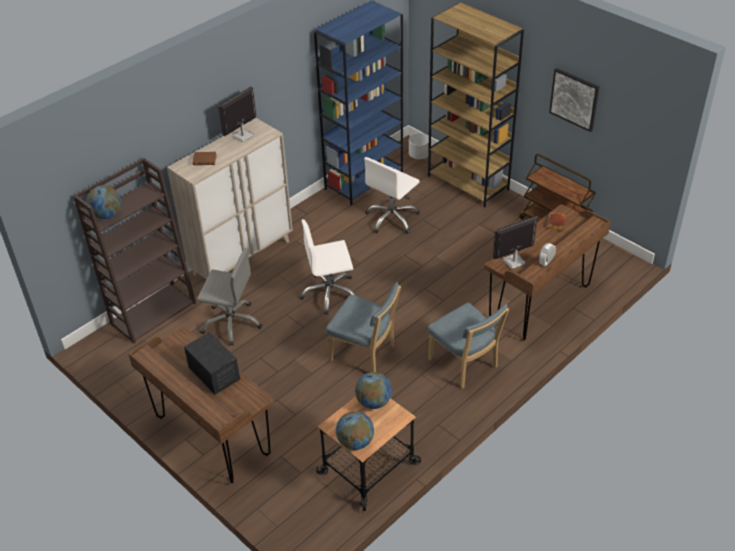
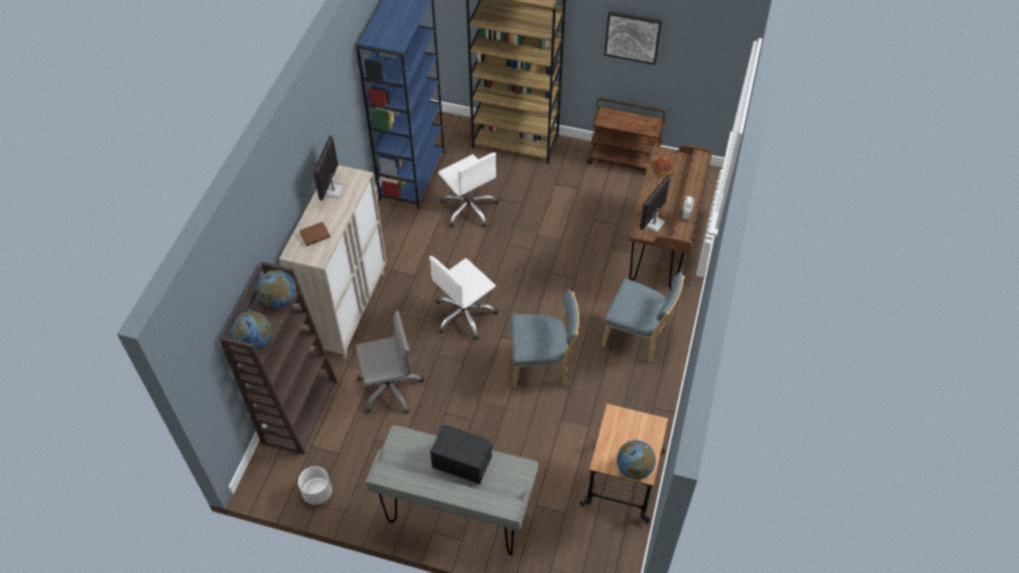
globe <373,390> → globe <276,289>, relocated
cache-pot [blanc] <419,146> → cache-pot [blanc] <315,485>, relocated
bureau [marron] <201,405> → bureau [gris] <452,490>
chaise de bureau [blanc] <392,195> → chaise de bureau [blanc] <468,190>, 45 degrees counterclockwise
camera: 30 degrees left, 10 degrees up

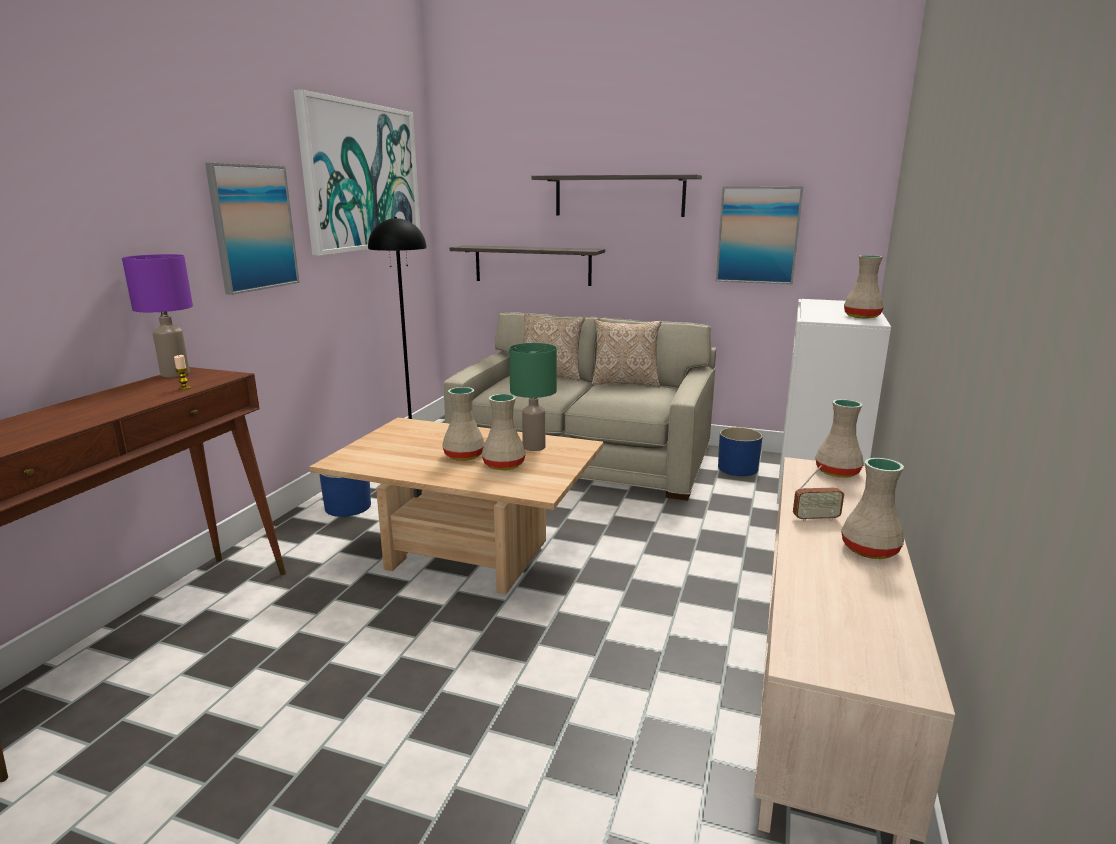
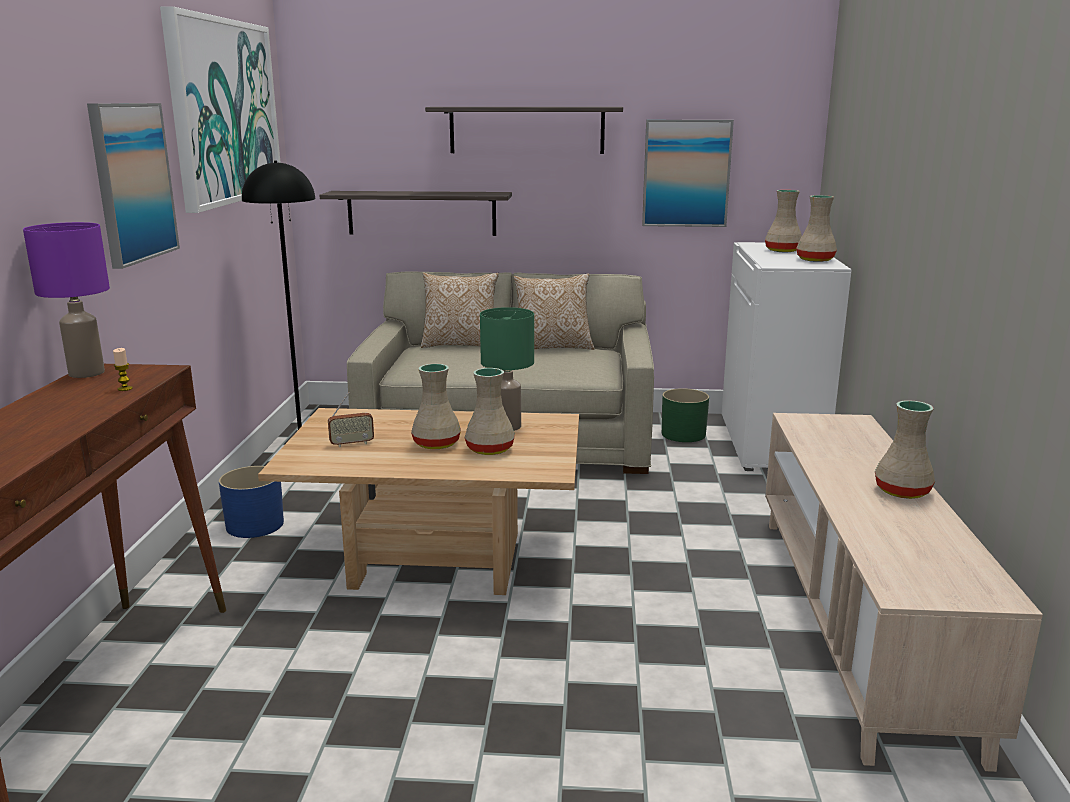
radio <818,493> → radio <351,419>, relocated
vase [beige] <839,438> → vase [beige] <783,221>, relocated
cache-pot [bleu] <740,451> → cache-pot [vert] <685,415>
camera: 15 degrees left, 0 degrees up

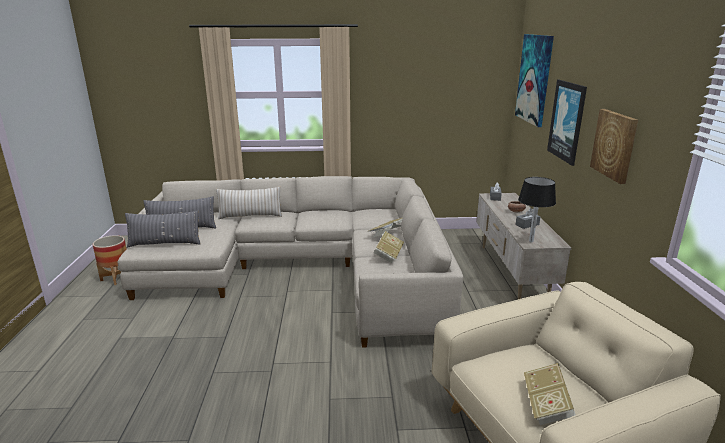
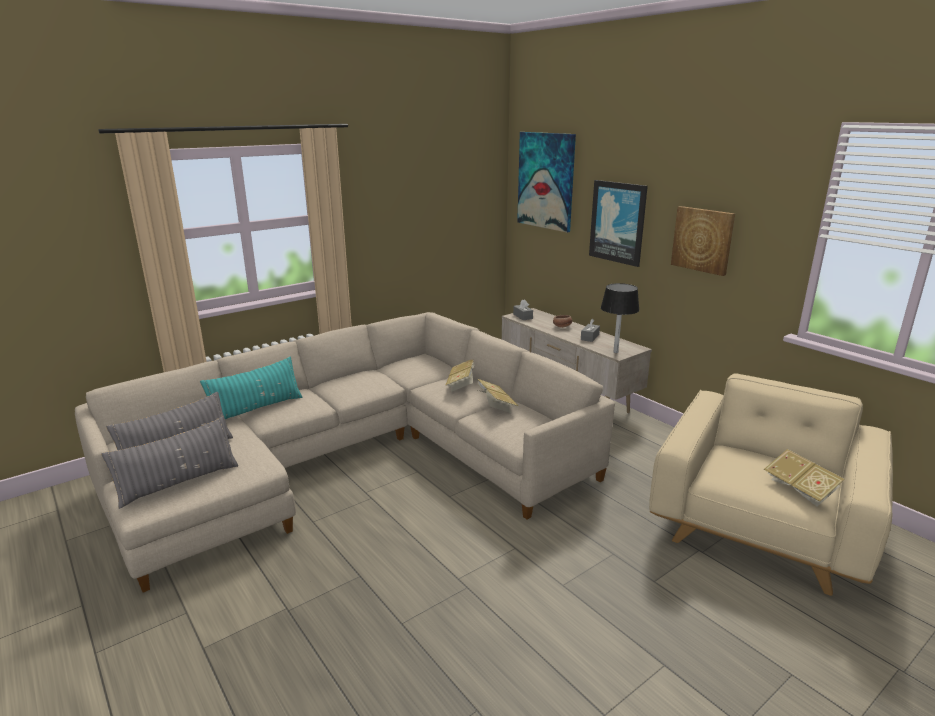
cache-pot <109,260> → -
coussin [beige] <249,203> → coussin [turquoise] <251,388>
camera: 35 degrees left, 0 degrees up

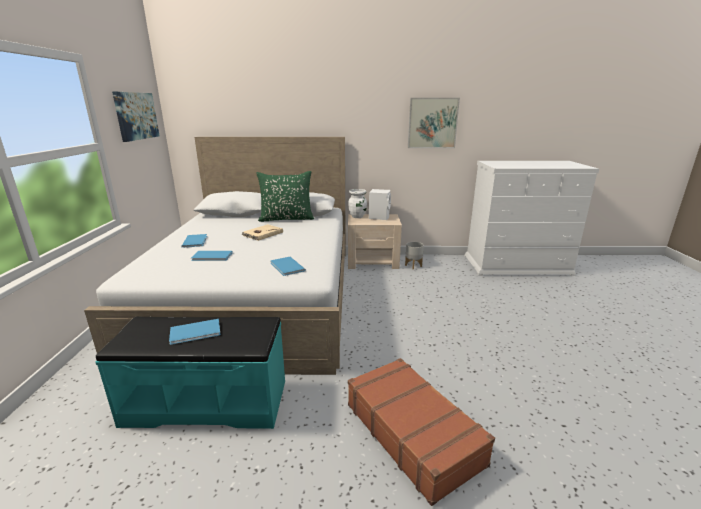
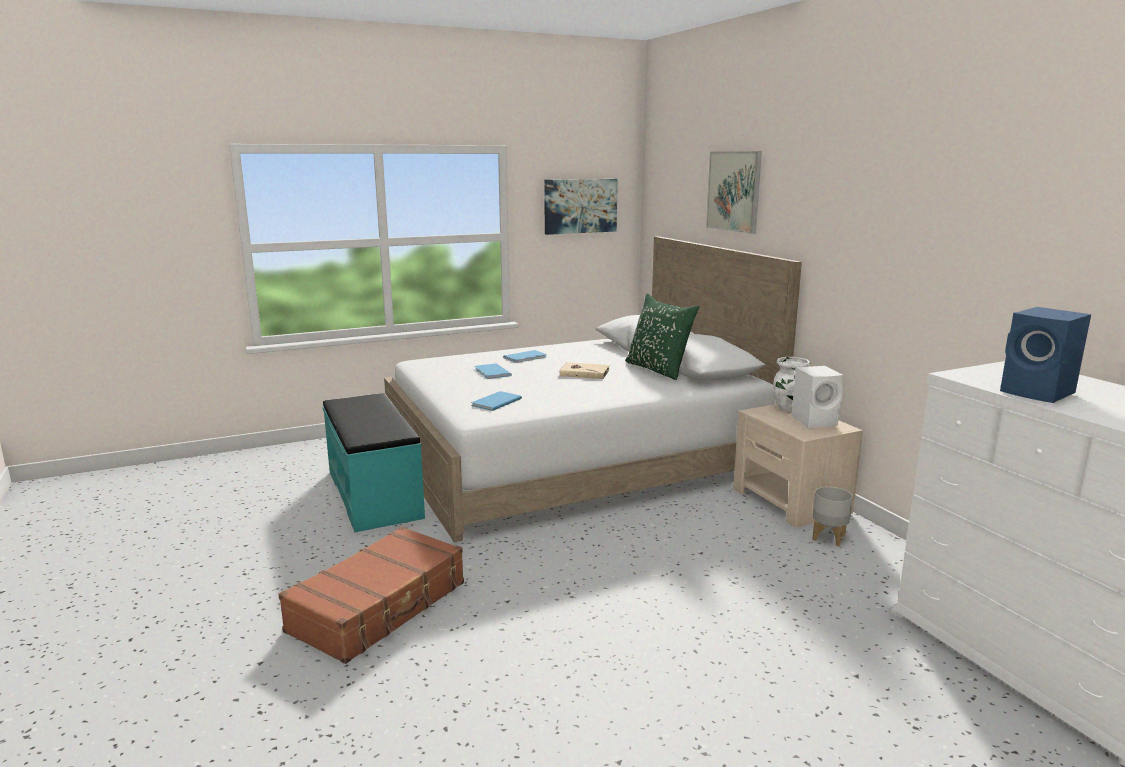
livre [bleu] <194,332> → -
- → enceinte [bleu] <1045,355>
tableau <434,123> → tableau <734,192>, relocated
camera: 65 degrees right, 5 degrees down

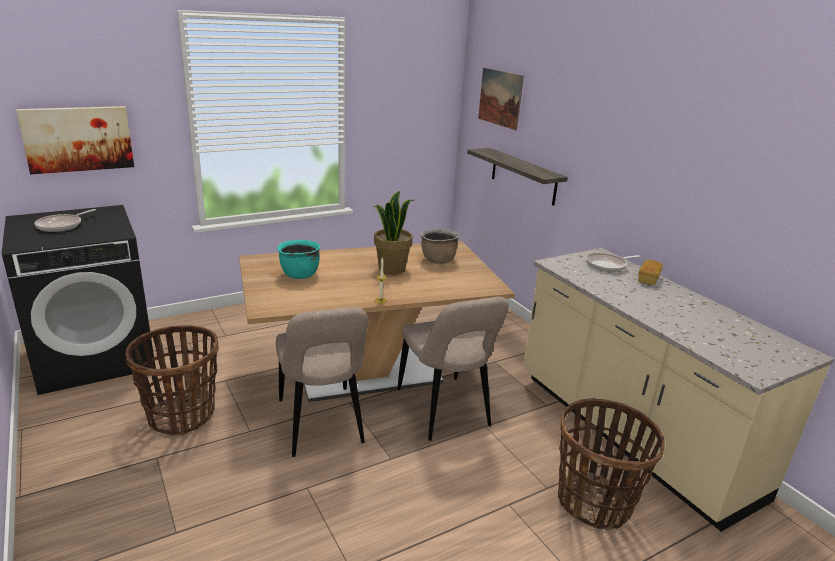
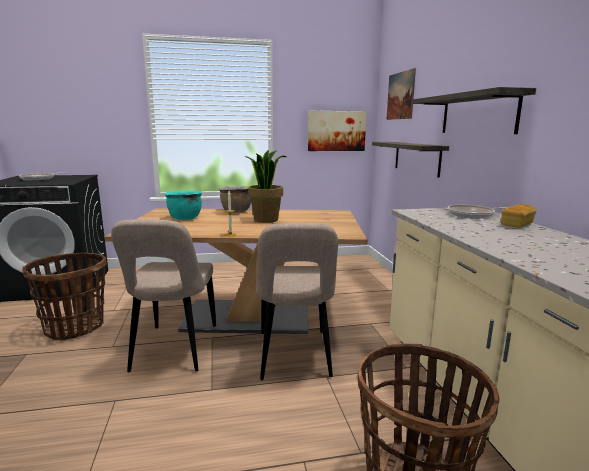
- → étagère <474,110>
tableau <75,140> → tableau <337,131>, relocated
marmite [marron] <440,246> → marmite [marron] <235,199>, relocated
camera: 20 degrees right, 10 degrees down

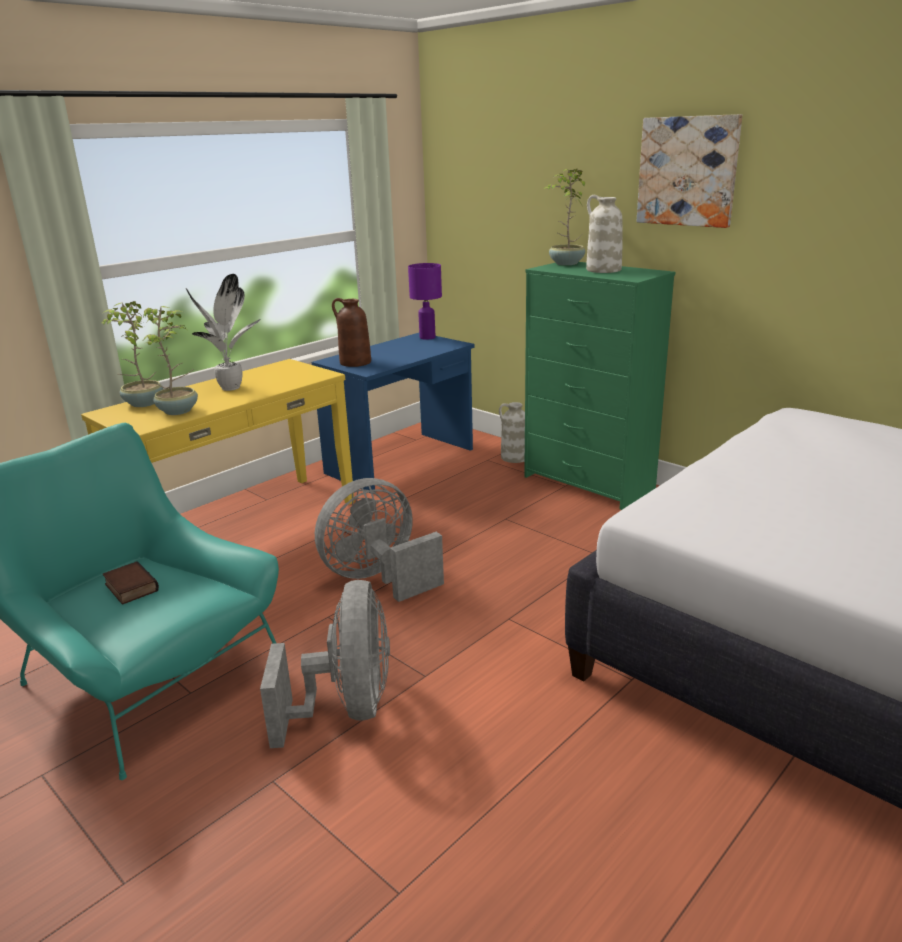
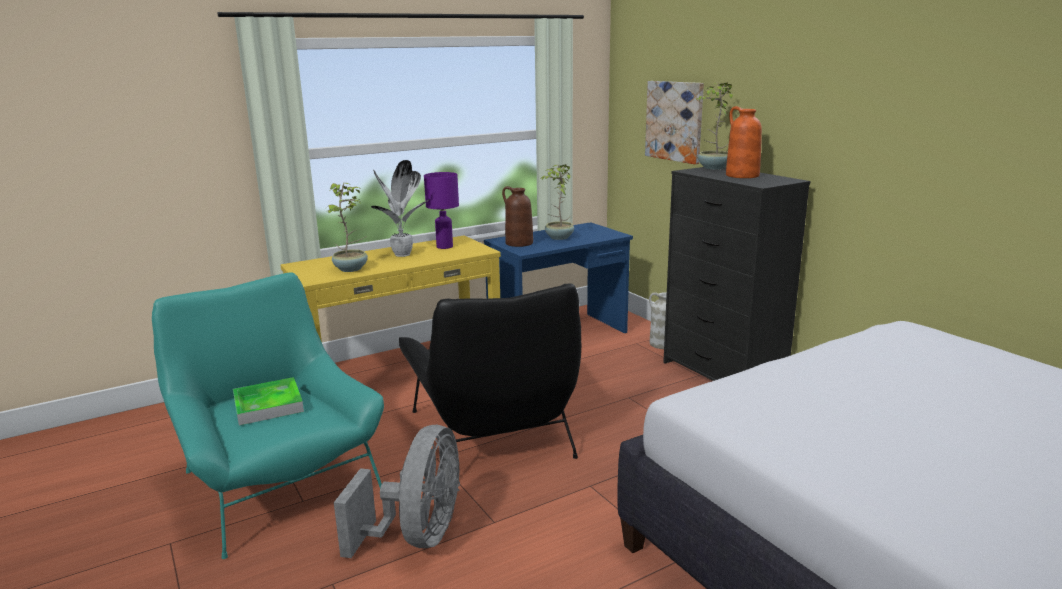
plante en pot <132,354> → plante en pot <557,202>, relocated
lampe de table [violet] <425,301> → lampe de table [violet] <441,210>, relocated
tableau <689,171> → tableau <674,122>, relocated
livre <131,583> → plateau <268,401>
ventilateur [gris] <379,540> → fauteuil [noir] <490,371>
commode [vert] <599,386> → commode [noir] <737,274>
vase [blanc] <604,234> → vase [orange] <744,142>
camera: 15 degrees right, 5 degrees down

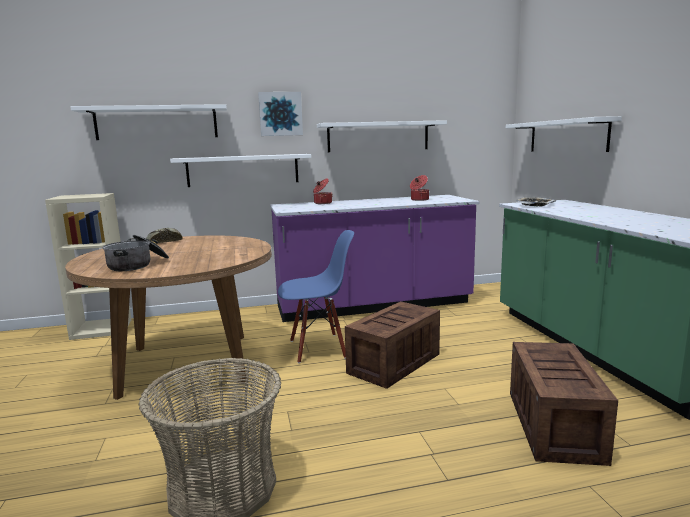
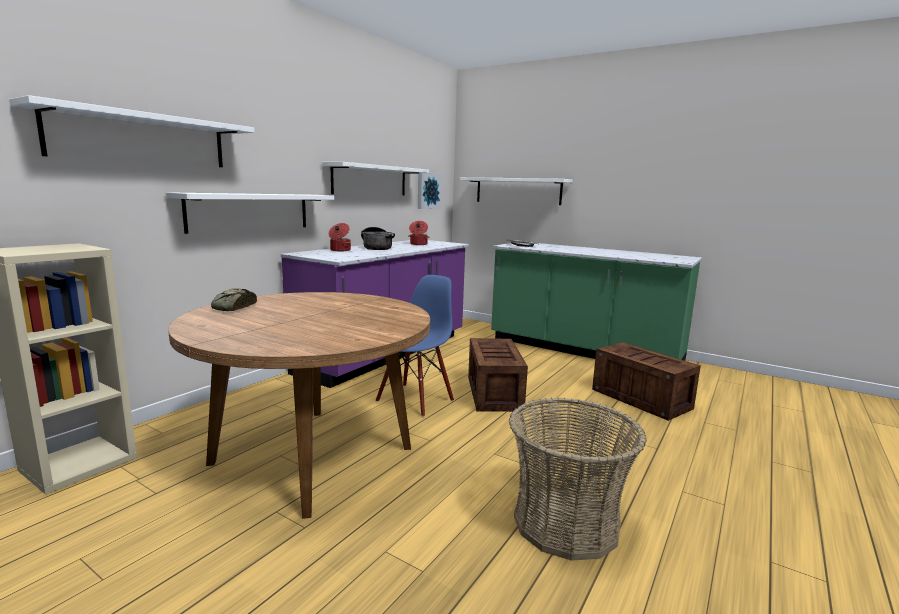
marmite <135,253> → marmite <378,238>, relocated
tableau <280,114> → tableau <430,191>, relocated
camera: 45 degrees left, 0 degrees up

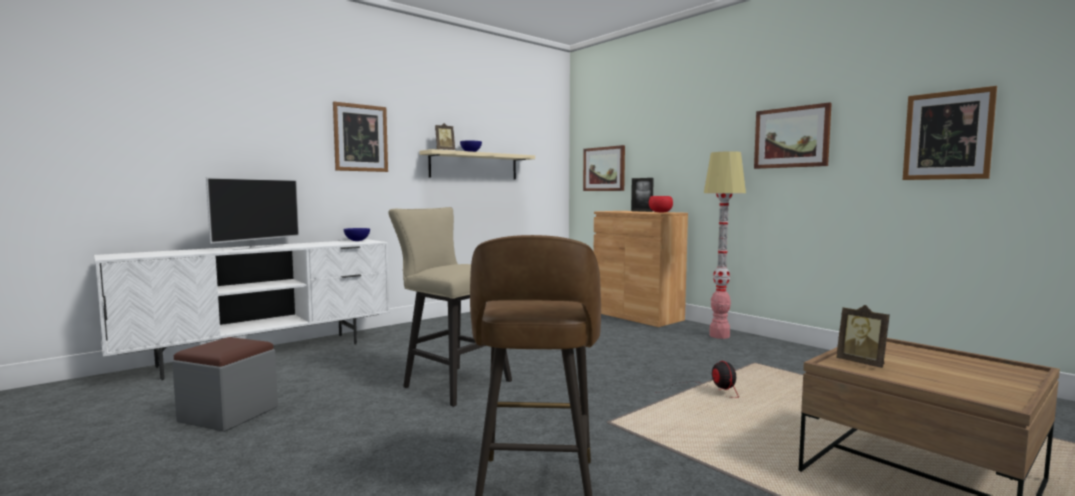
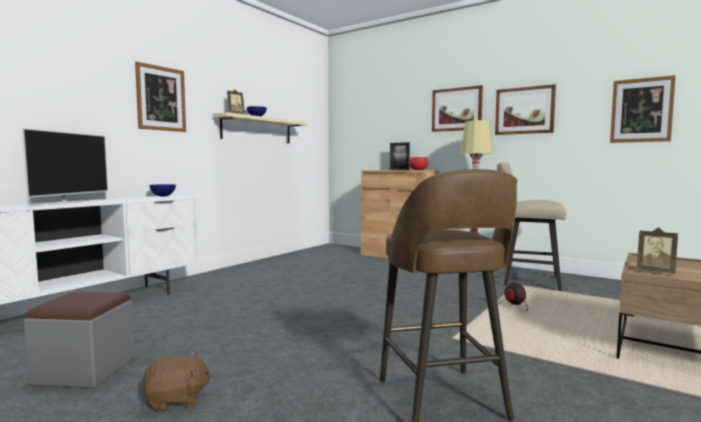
- → peluche [marron] <177,382>
tabouret [beige] <450,307> → tabouret [beige] <531,226>, relocated
tableau <604,168> → tableau <457,108>, relocated
camera: 15 degrees left, 0 degrees up

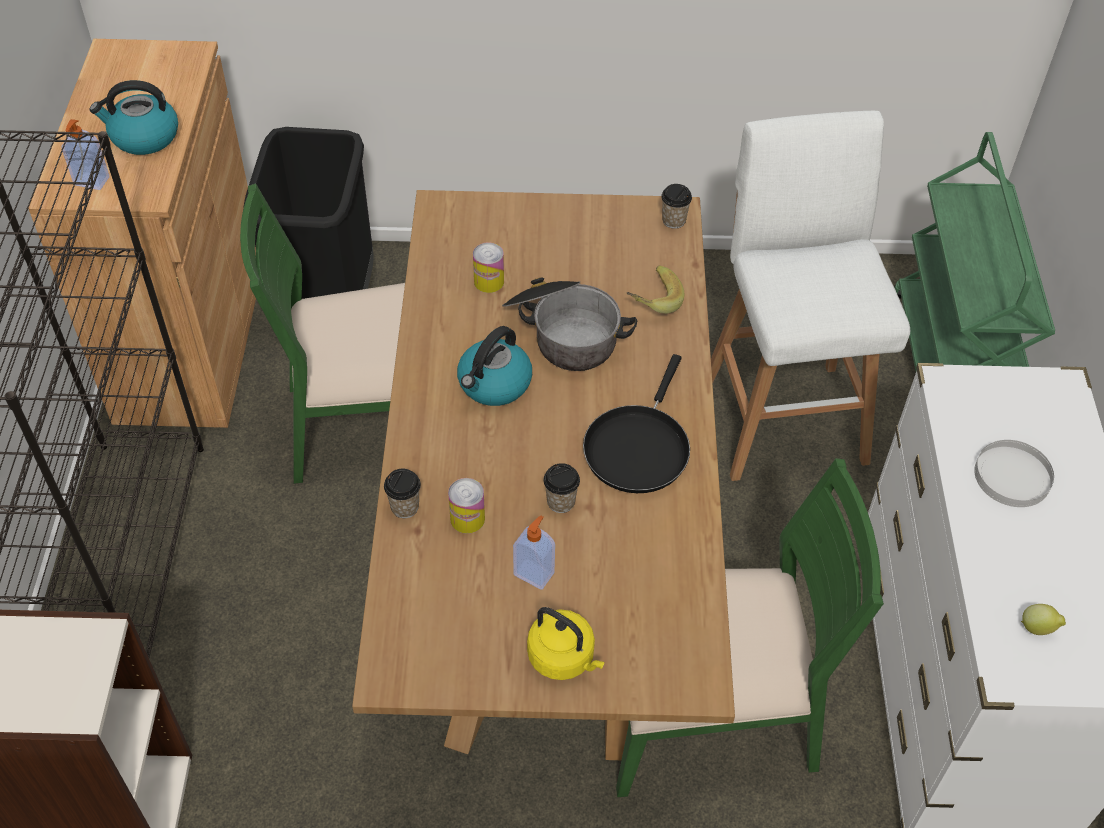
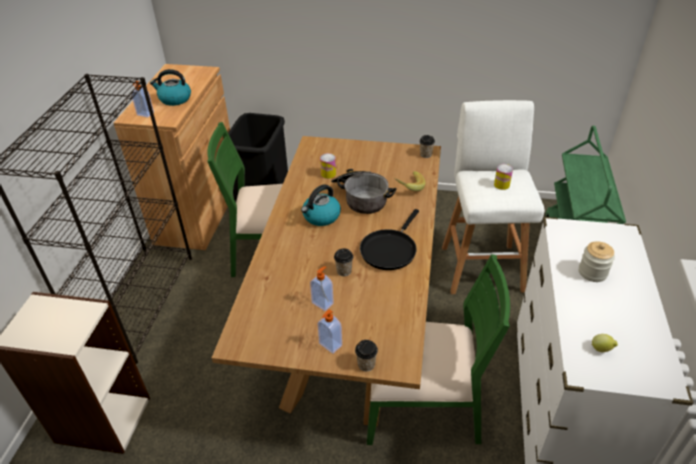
tasse <402,493> → tasse <366,355>, relocated
boîte métallique <466,506> → boîte métallique <503,177>, relocated
bouilloire [jaune] <566,643> → distributeur de savon <330,331>
assiette [blanc] <1014,473> → bocal <597,261>
camera: 10 degrees right, 10 degrees down

